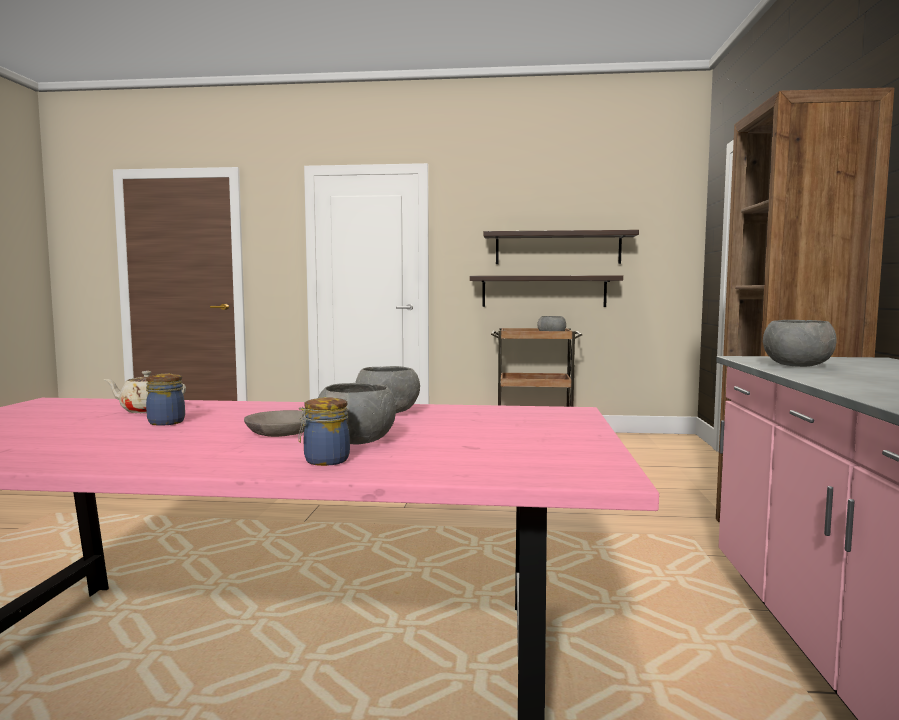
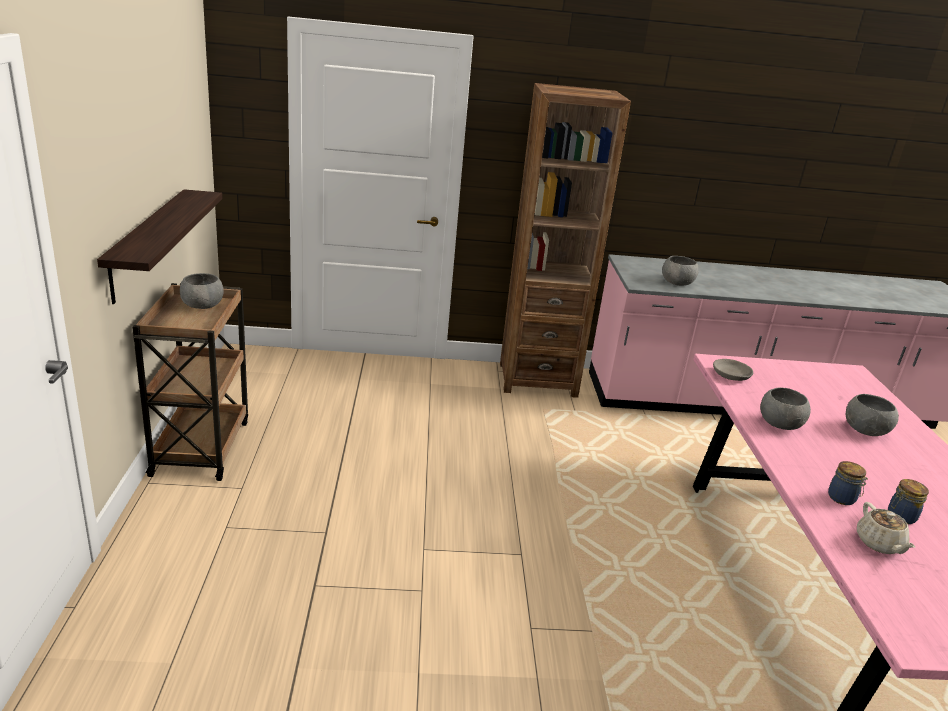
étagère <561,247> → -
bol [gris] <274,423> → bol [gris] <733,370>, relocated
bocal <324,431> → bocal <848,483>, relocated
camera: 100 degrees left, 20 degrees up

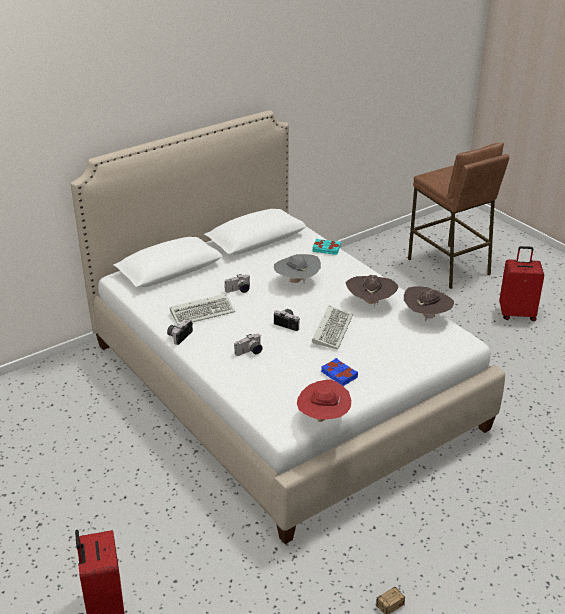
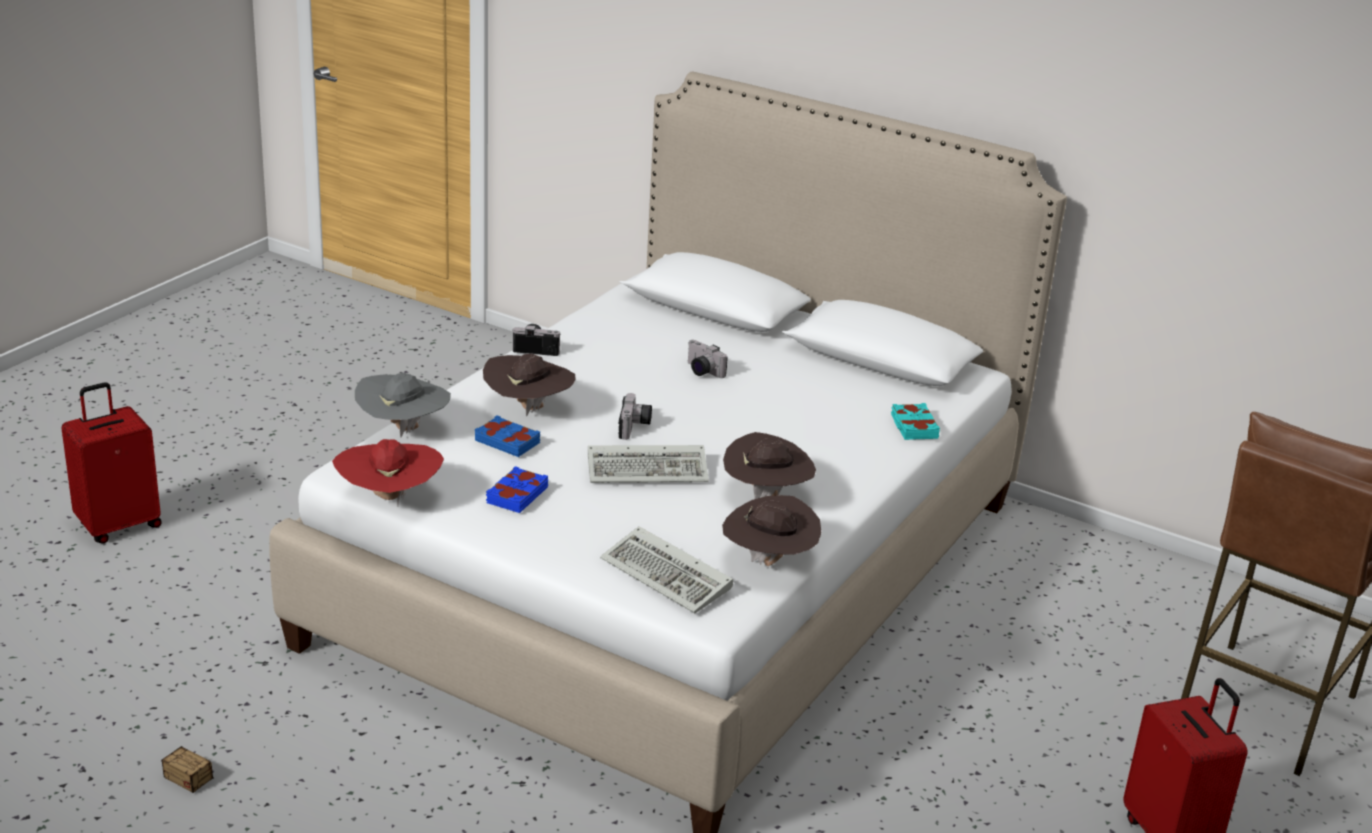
- → livre [bleu] <507,436>
clavier <202,309> → clavier <666,569>, relocated
chapeau [gris] <297,268> → chapeau [gris] <403,405>, relocated
appareil photo <248,345> → chapeau [marron] <529,385>
camera: 65 degrees right, 5 degrees down

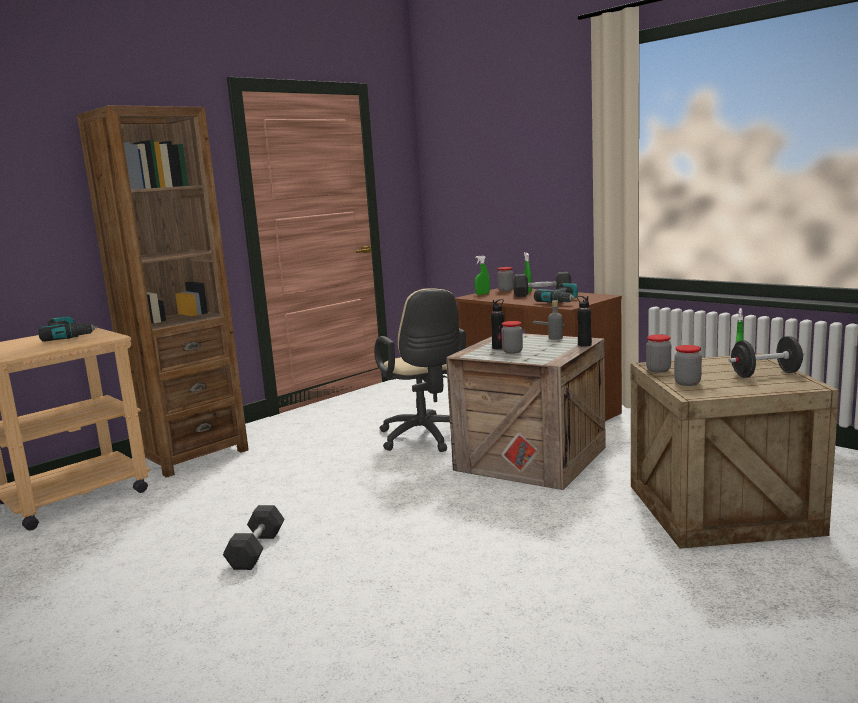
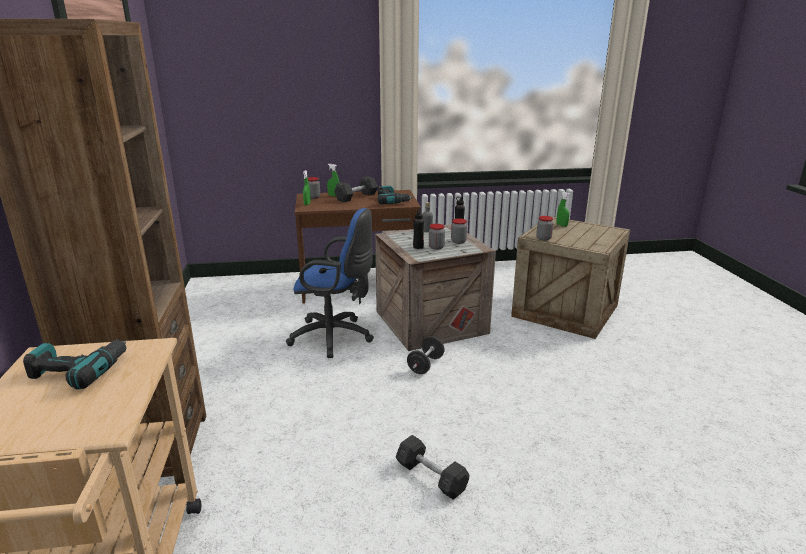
bocal <688,365> → bocal <459,231>, relocated
haltère [noir] <766,357> → haltère [noir] <426,355>, relocated
chaise de bureau [beige] <420,370> → chaise de bureau [bleu] <330,283>
camera: 55 degrees left, 10 degrees up

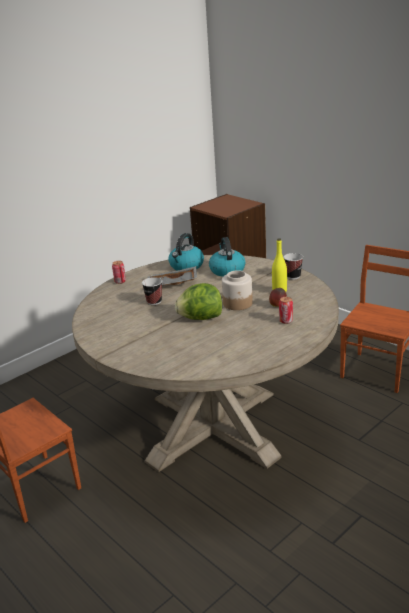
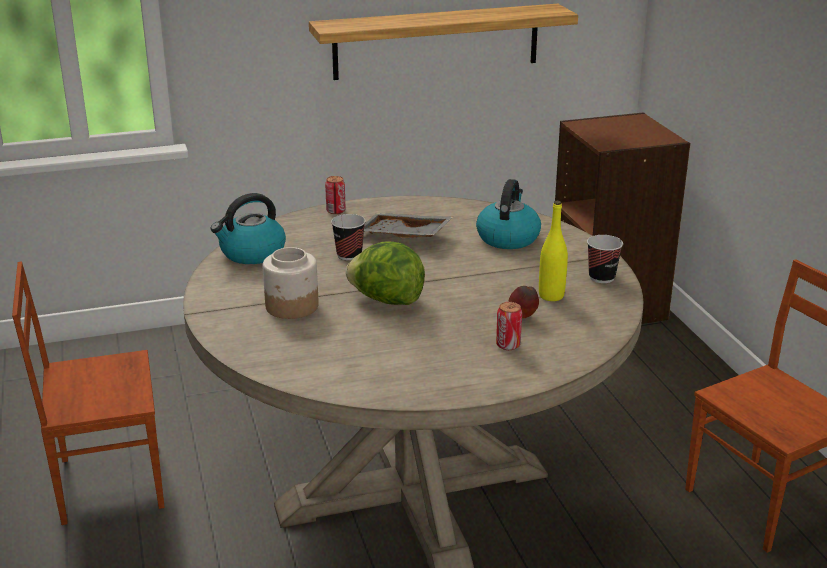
- → étagère <443,42>
bouilloire <186,252> → bouilloire <248,228>, relocated
bocal <237,290> → bocal <291,283>, relocated
camera: 25 degrees right, 0 degrees up

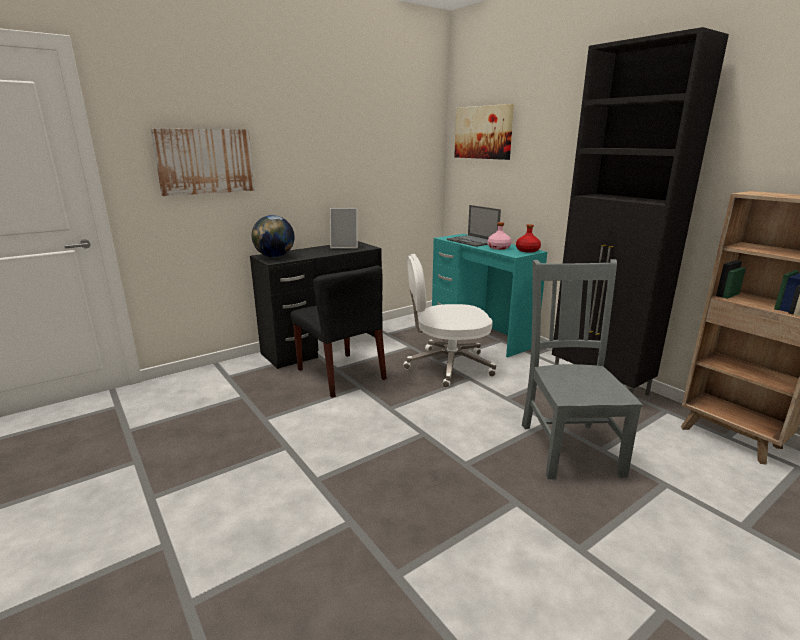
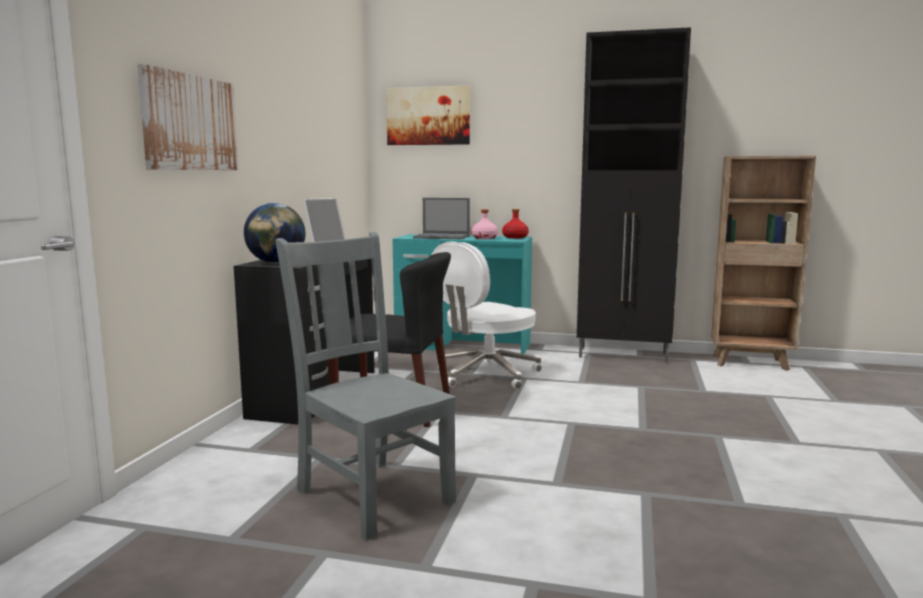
chaise [gris] <582,369> → chaise [gris] <365,386>, relocated
camera: 40 degrees left, 10 degrees down

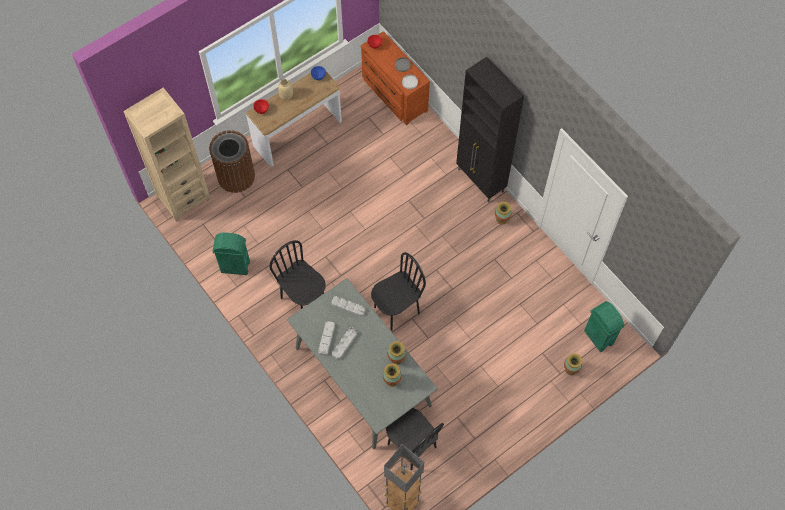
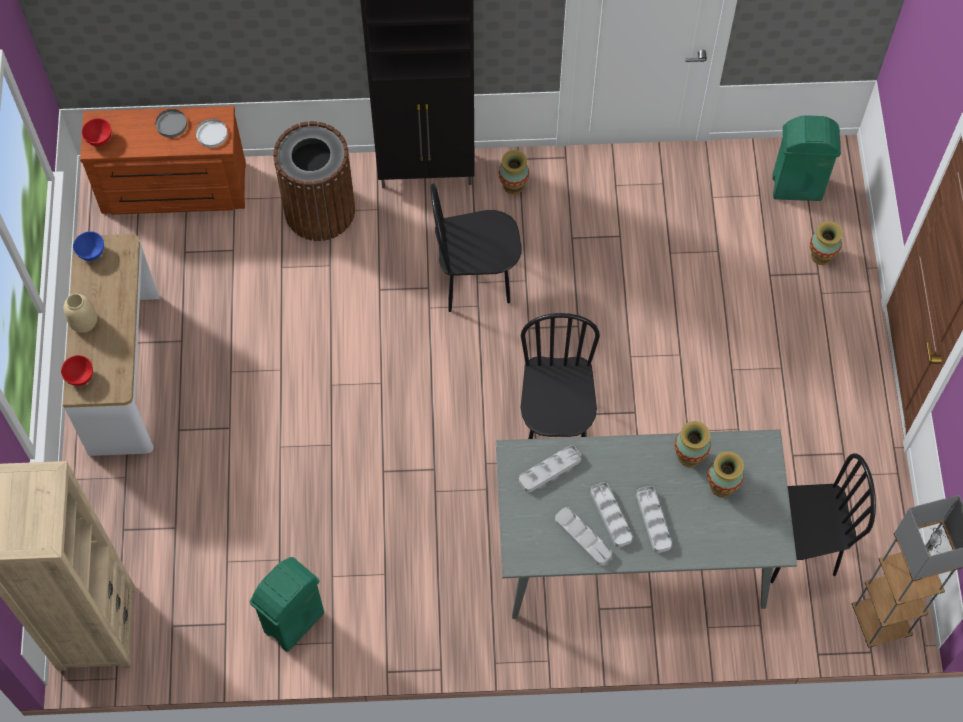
- → plateau [gris] <654,519>
poubelle [marron] <232,161> → poubelle [marron] <314,181>, relocated
chaise [noir] <297,274> → chaise [noir] <475,247>, relocated
camera: 55 degrees left, 0 degrees up

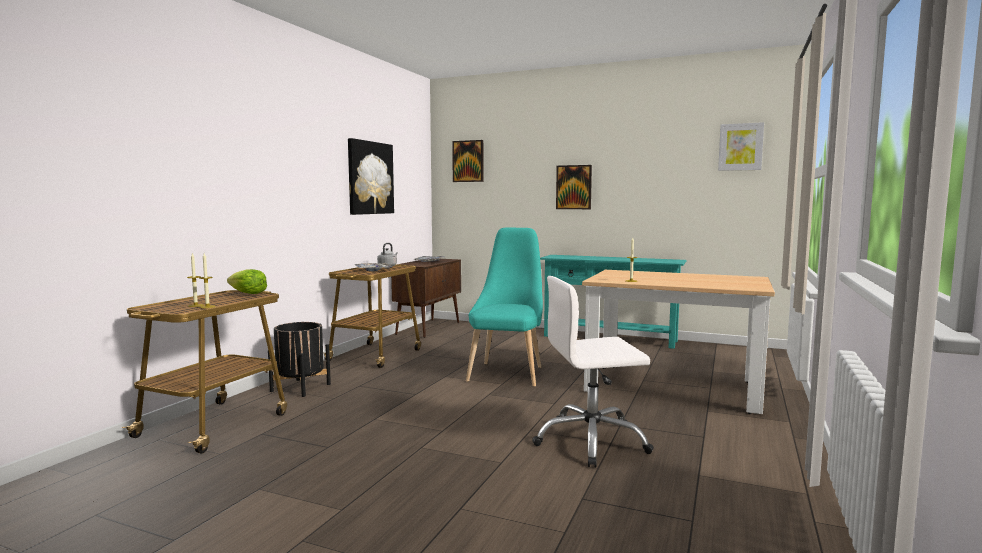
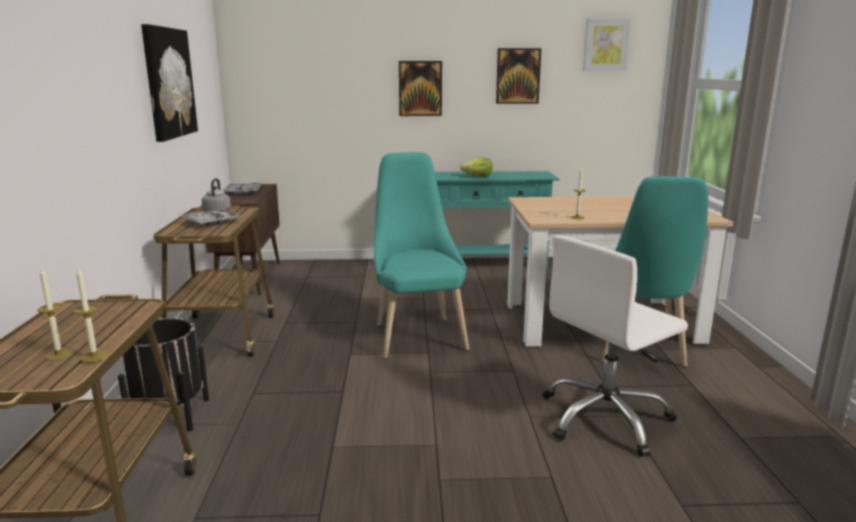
- → chaise [turquoise] <656,271>
laitue <247,281> → laitue <476,167>, relocated
tableau <467,161> → tableau <518,76>, relocated
camera: 25 degrees left, 10 degrees up

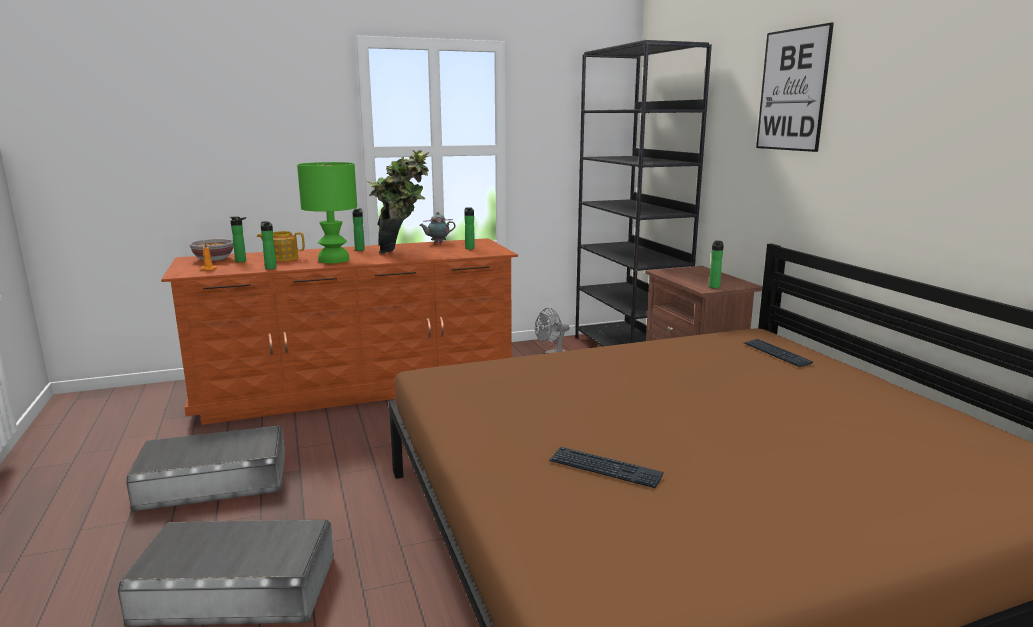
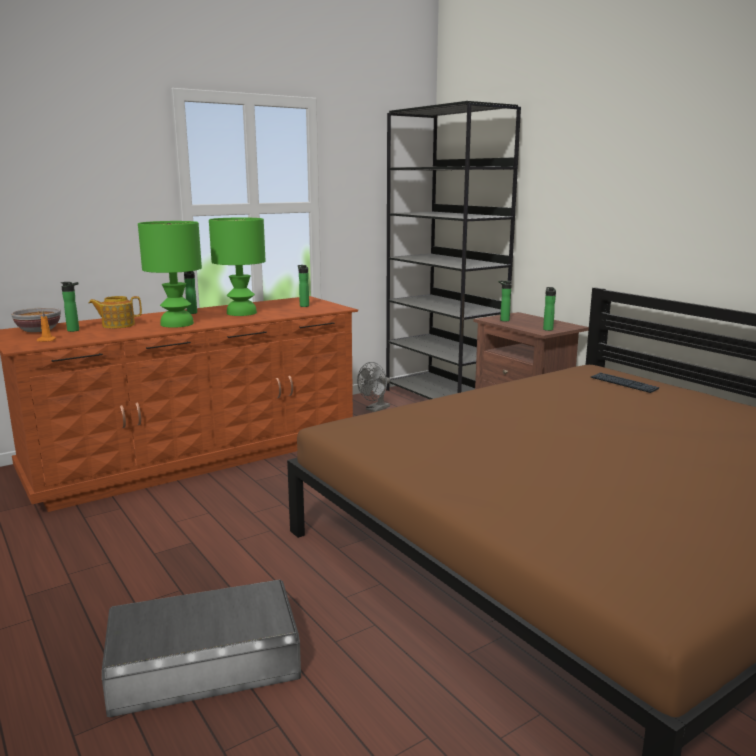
boîte de rangement [gris] <205,468> → -
théière <437,227> → -
clavier <606,467> → -
tableau <795,87> → -
bouteille <269,245> → bouteille <505,301>, relocated
plante en pot <398,202> → lampe de table [vert] <237,266>
camera: 15 degrees left, 0 degrees up

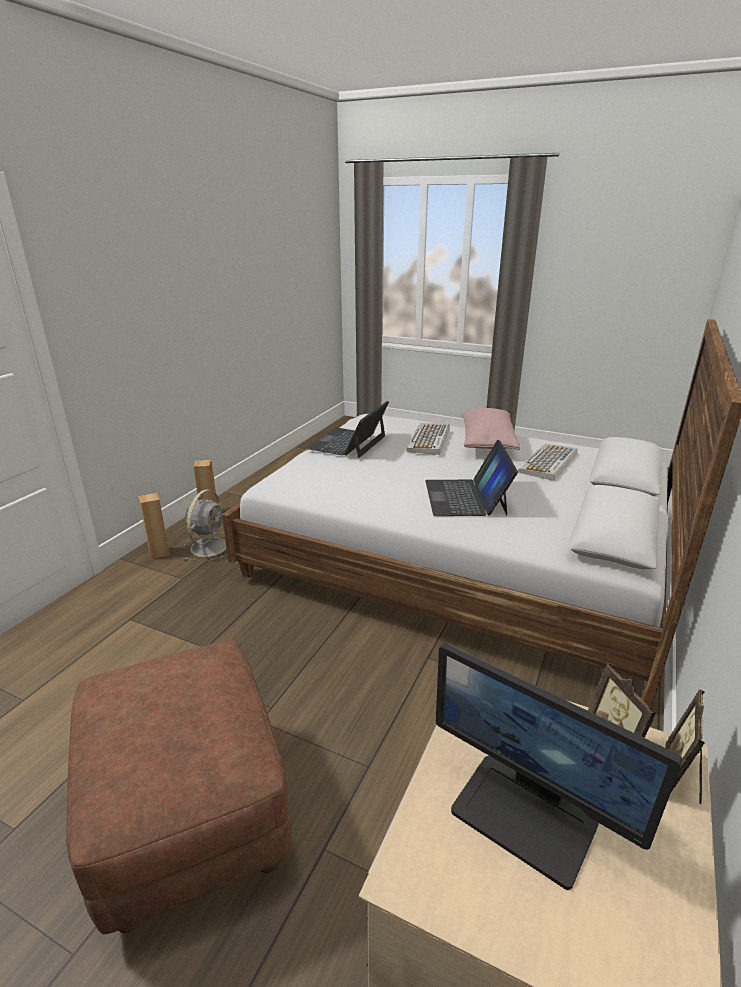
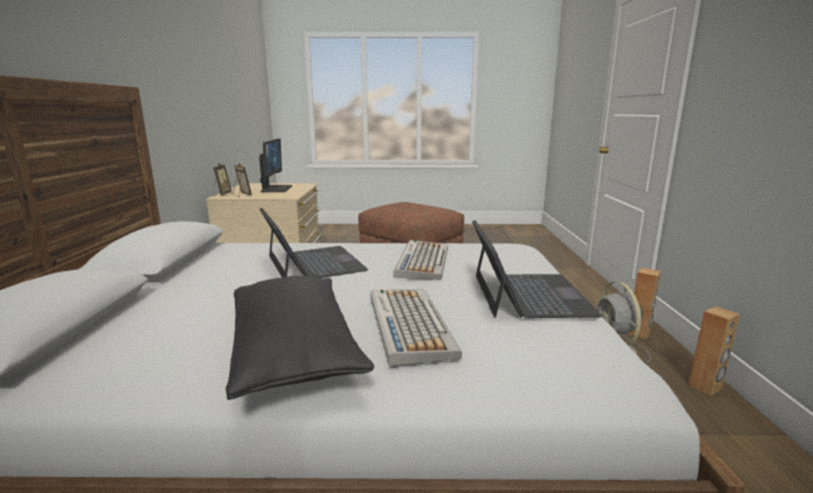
clavier <548,462> → clavier <420,260>, relocated
coussin [rose] <490,429> → coussin [noir] <300,338>
écran d'ordinateur <559,766> → écran d'ordinateur <275,165>, 75 degrees clockwise
camera: 155 degrees right, 10 degrees down

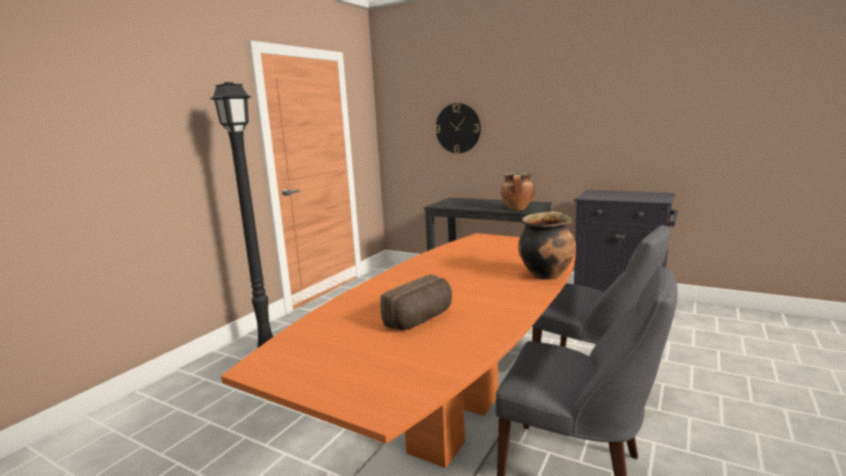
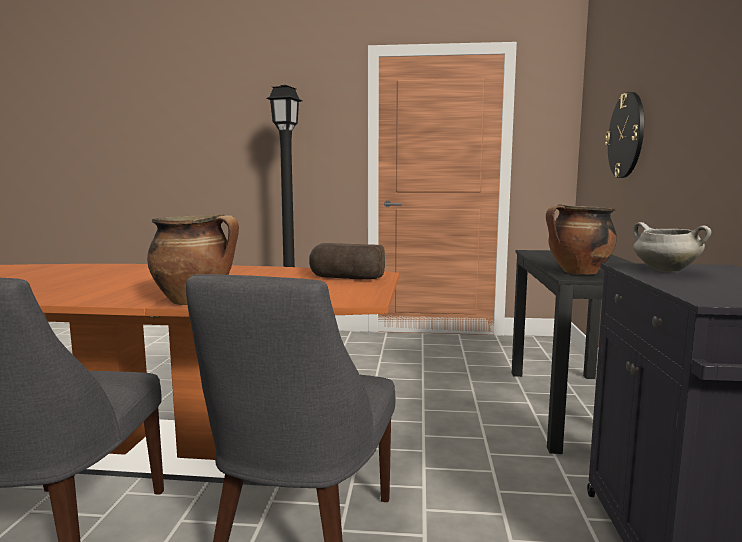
- → marmite [blanc] <672,247>
pain <416,302> → pain <347,261>, relocated
camera: 65 degrees right, 5 degrees down

